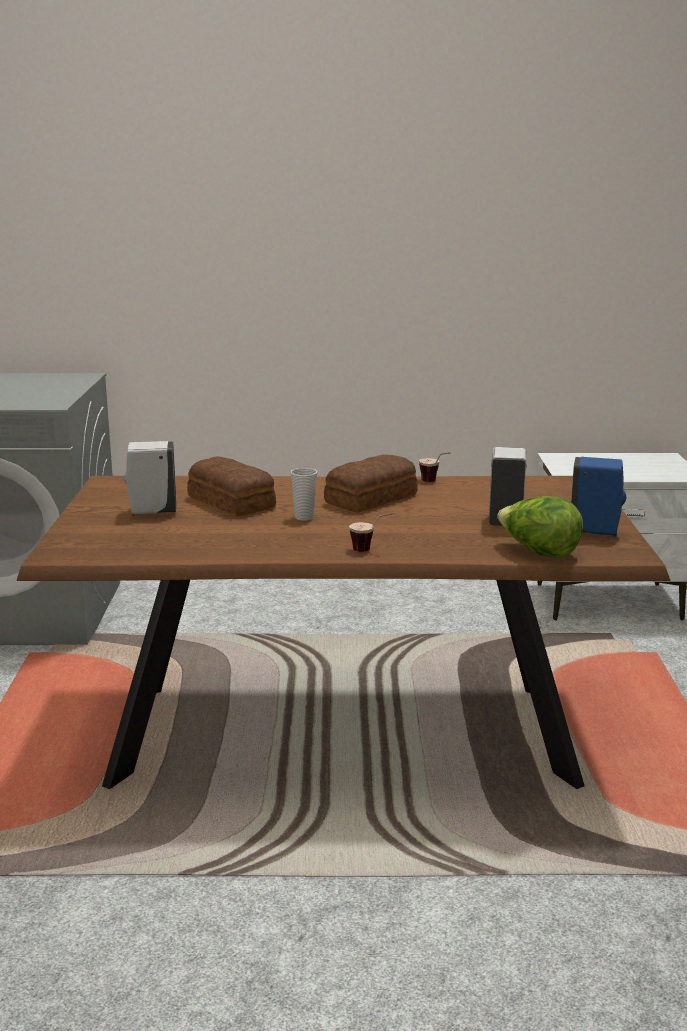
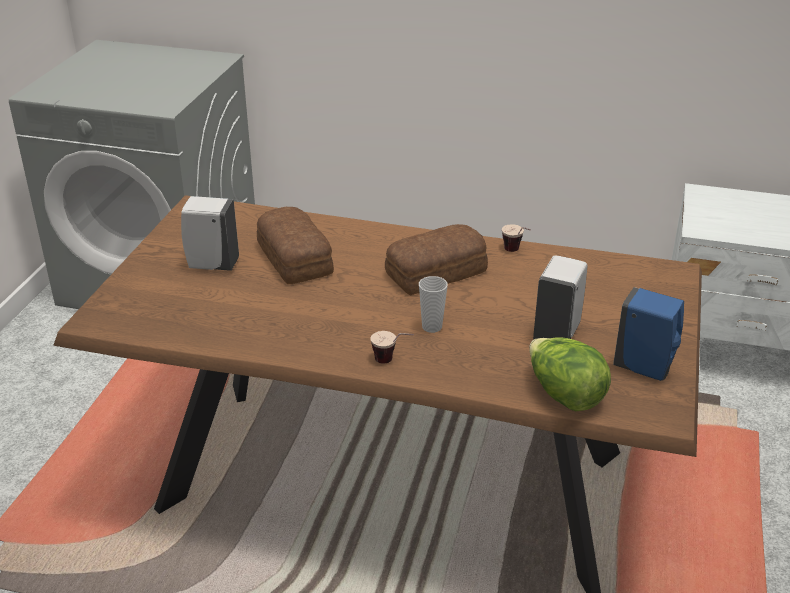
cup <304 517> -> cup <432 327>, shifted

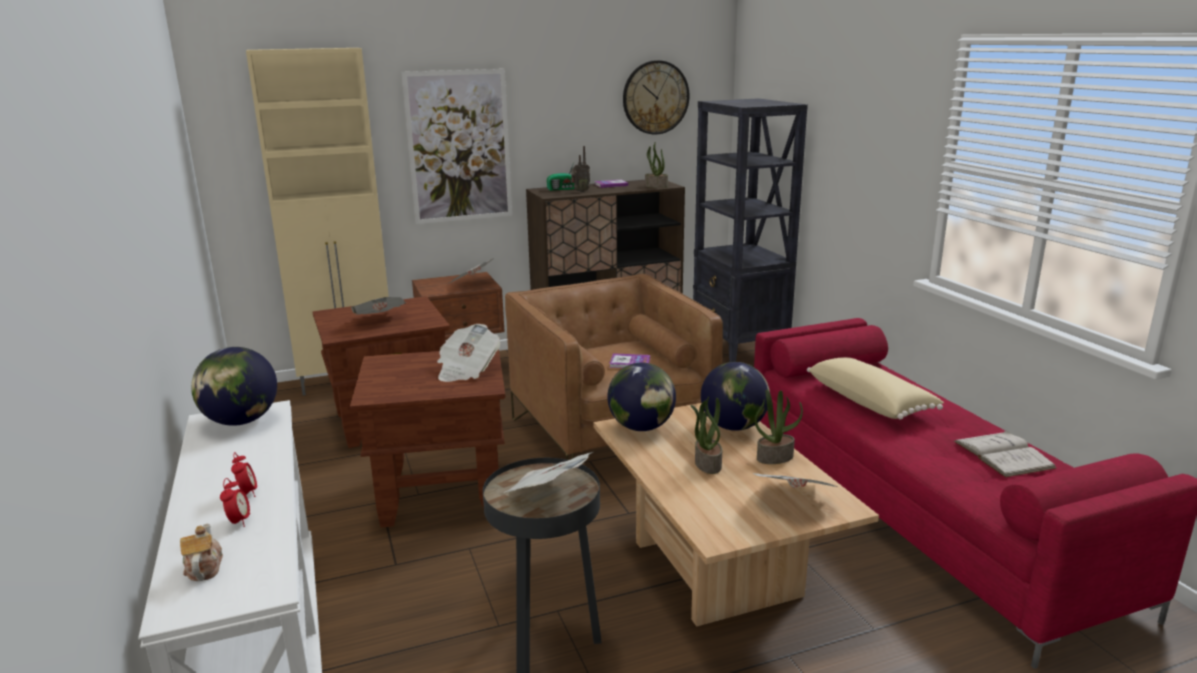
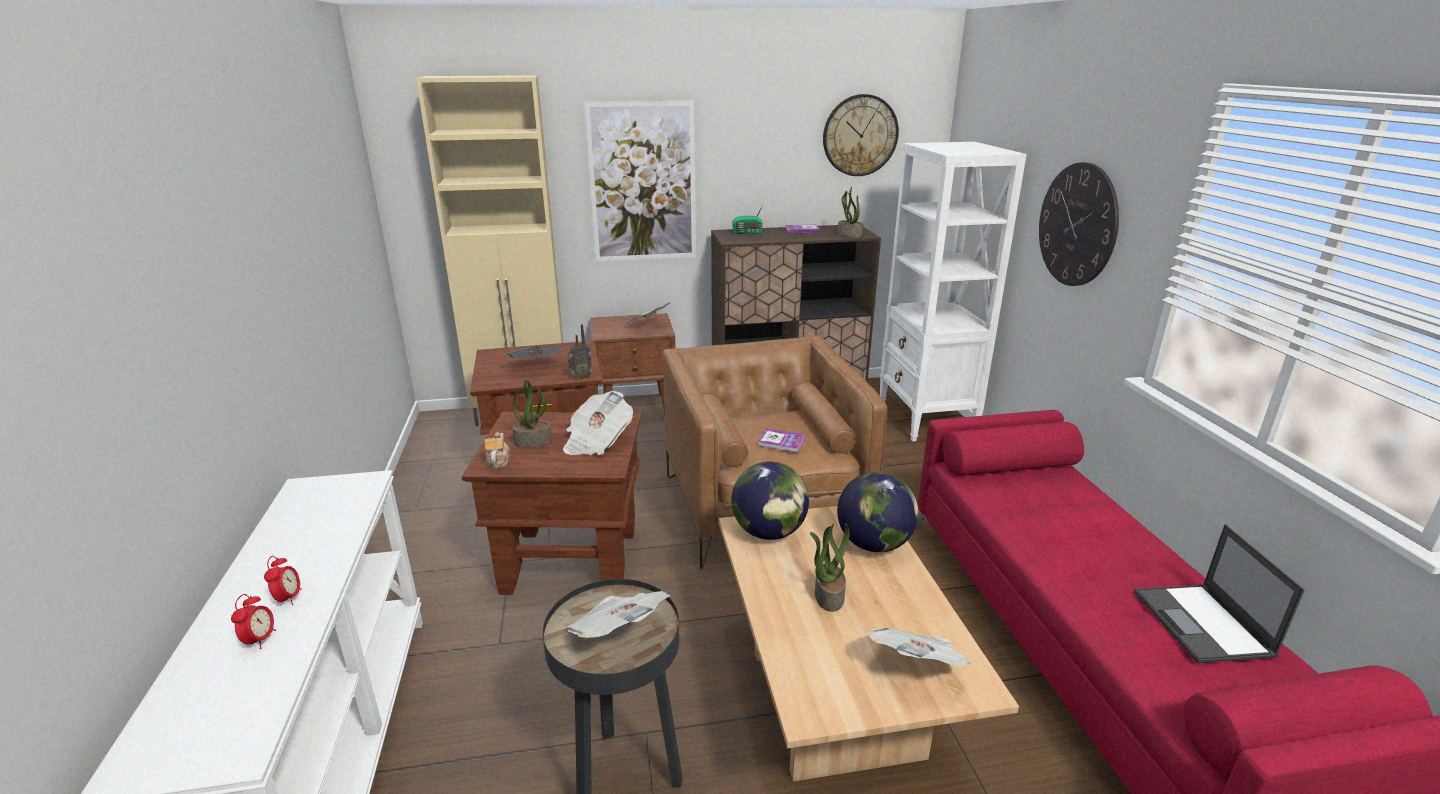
teapot <203 568> -> teapot <498 461>, shifted
globe <240 421> -> none
radio <580 191> -> radio <580 377>, shifted
black bookcase <739 353> -> white bookcase <926 419>
potted plant <775 457> -> potted plant <533 441>, shifted
beige pillow <870 402> -> none
white book <1003 454> -> laptop <1203 624>
none -> wall clock <1077 225>

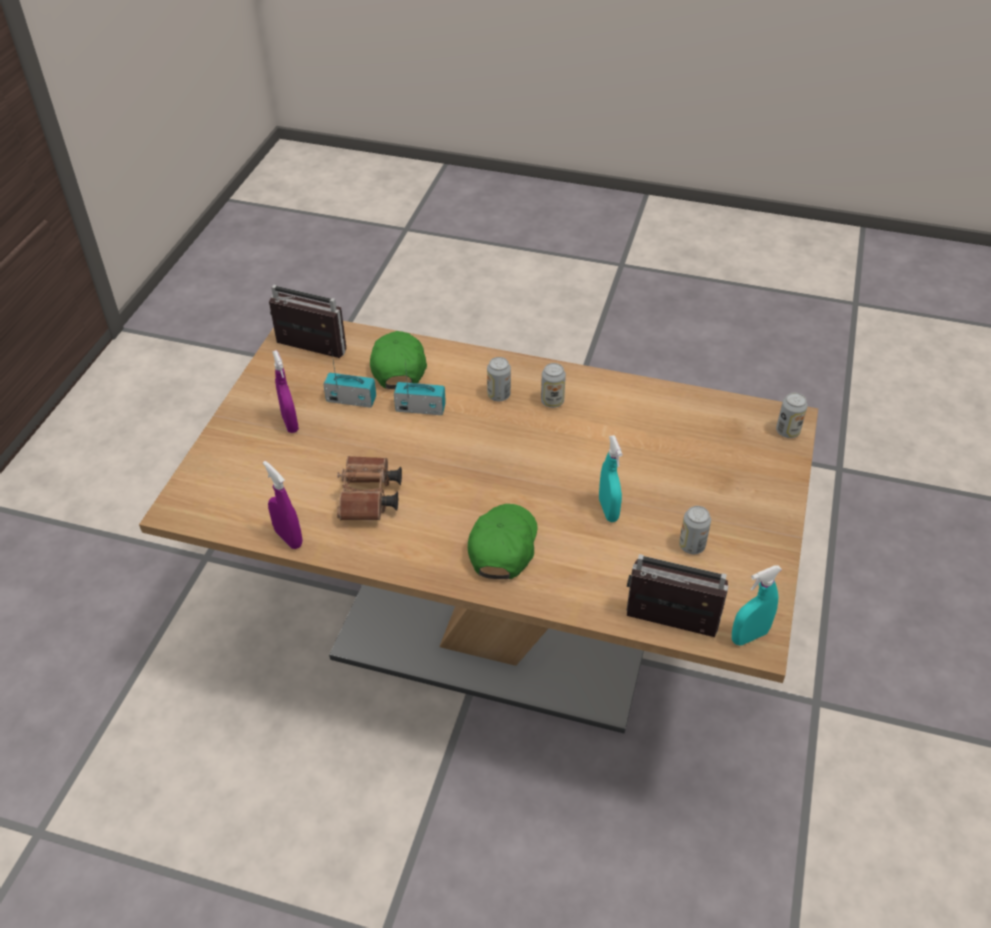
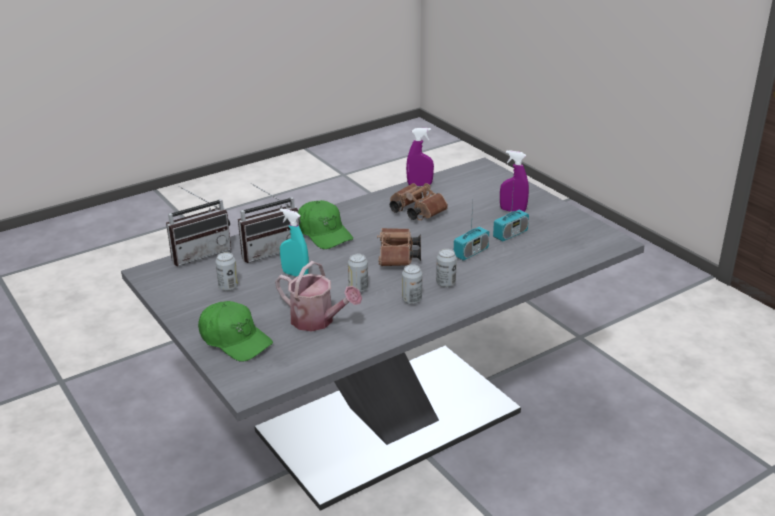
brown dining table <496 629> -> grey dining table <389 422>
radio <306 352> -> radio <269 250>, shifted
green cap <398 366> -> green cap <235 340>, shifted
turquoise spray bottle <749 636> -> none
can <787 431> -> can <358 288>, shifted
none -> watering can <317 321>
none -> brown binoculars <398 258>

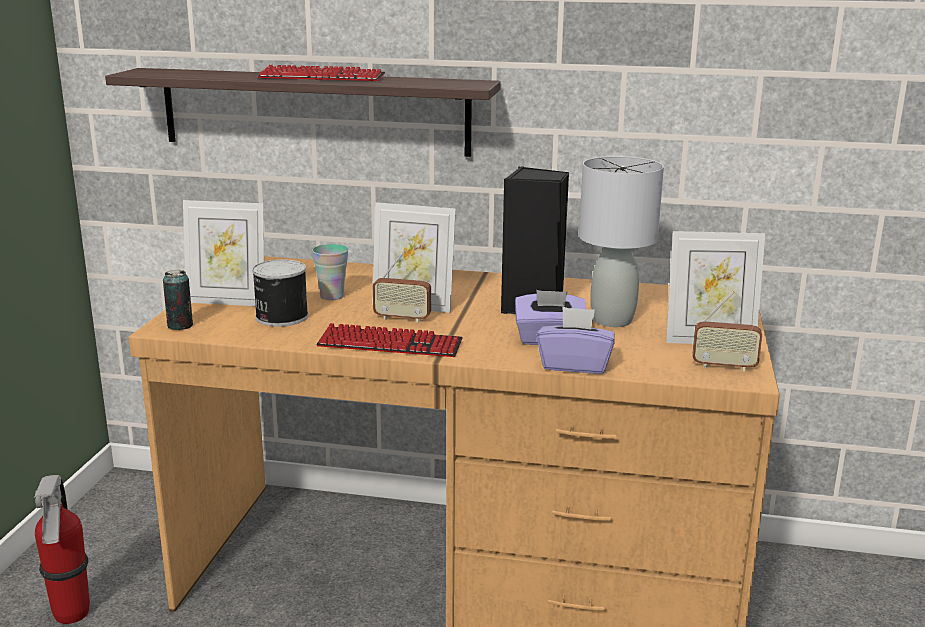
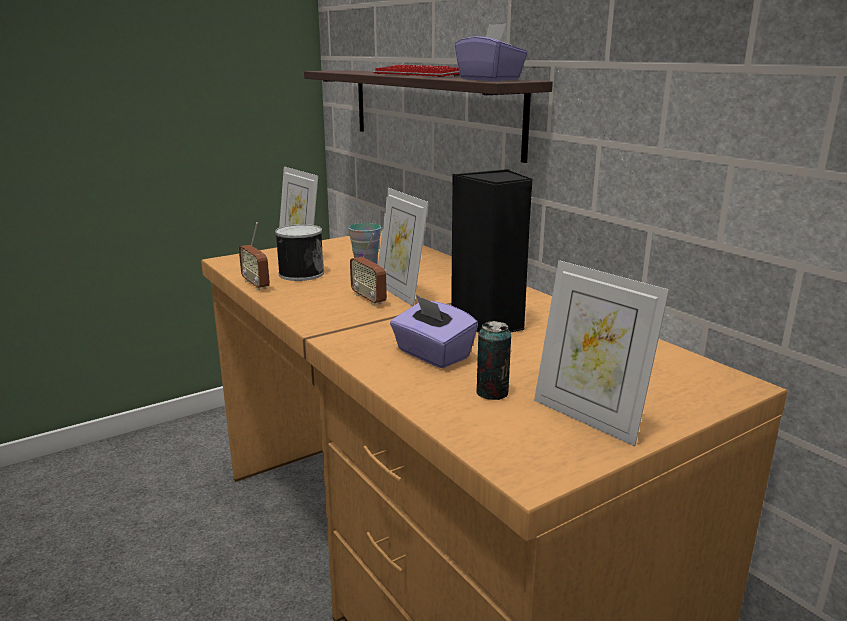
fire extinguisher <71 615> -> none
can <180 326> -> can <492 393>, shifted
keyboard <390 344> -> none
purple tissue box <574 365> -> purple tissue box <490 80>, shifted
grey table lamp <611 320> -> none
radio <724 366> -> radio <256 284>, shifted

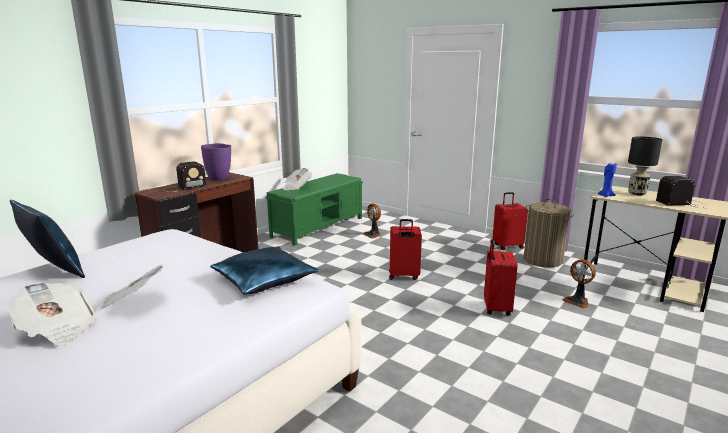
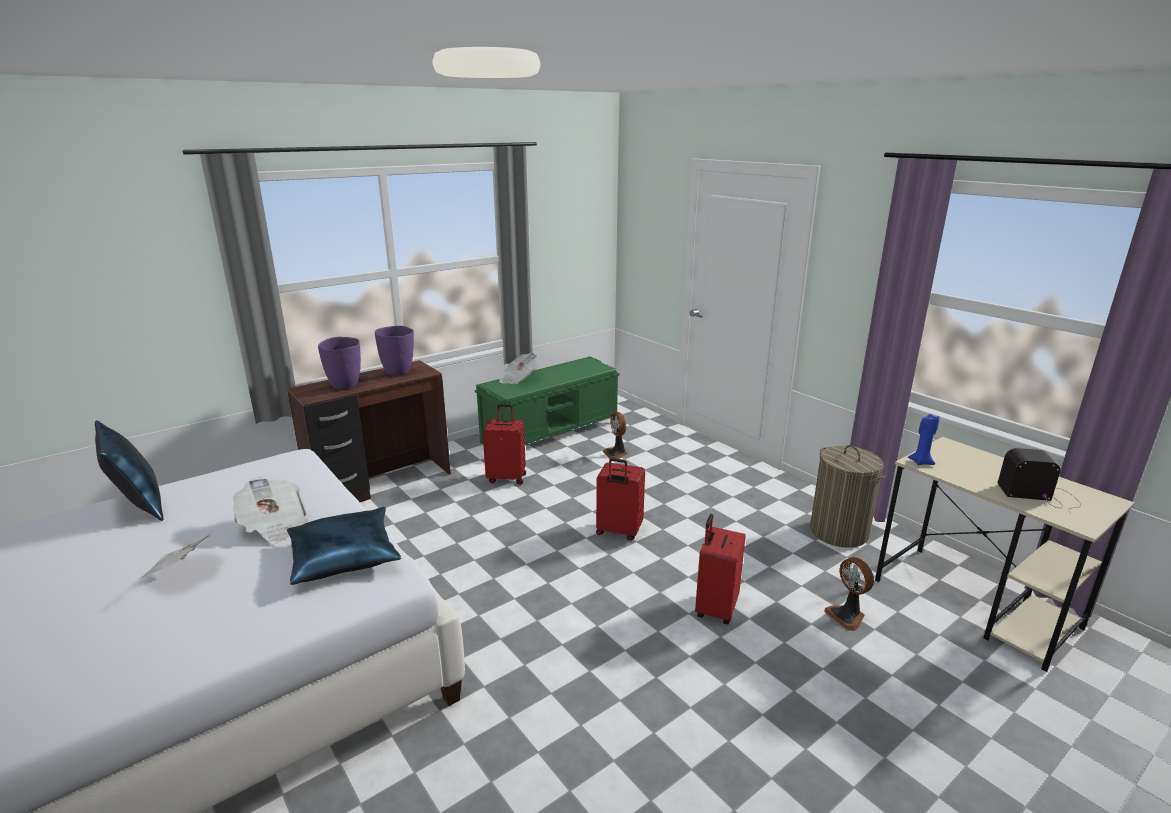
newspaper <57 329> -> newspaper <274 525>, shifted
radio <183 187> -> purple vase <345 386>
red suitcase <507 246> -> red suitcase <507 478>, shifted
black table lamp <637 193> -> none

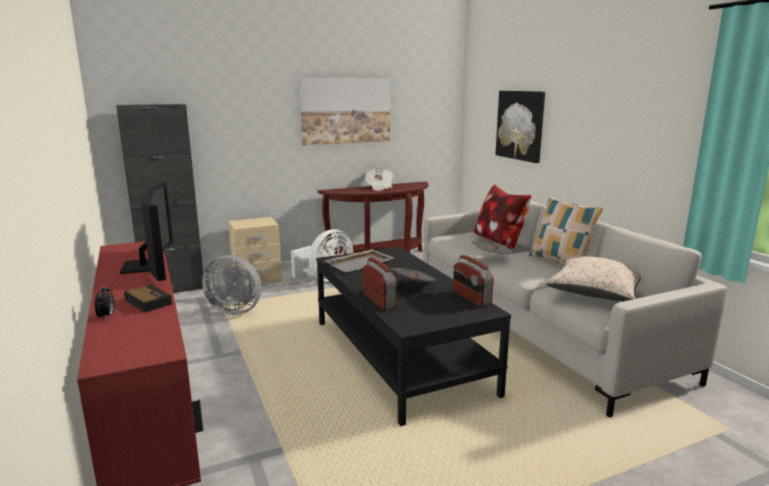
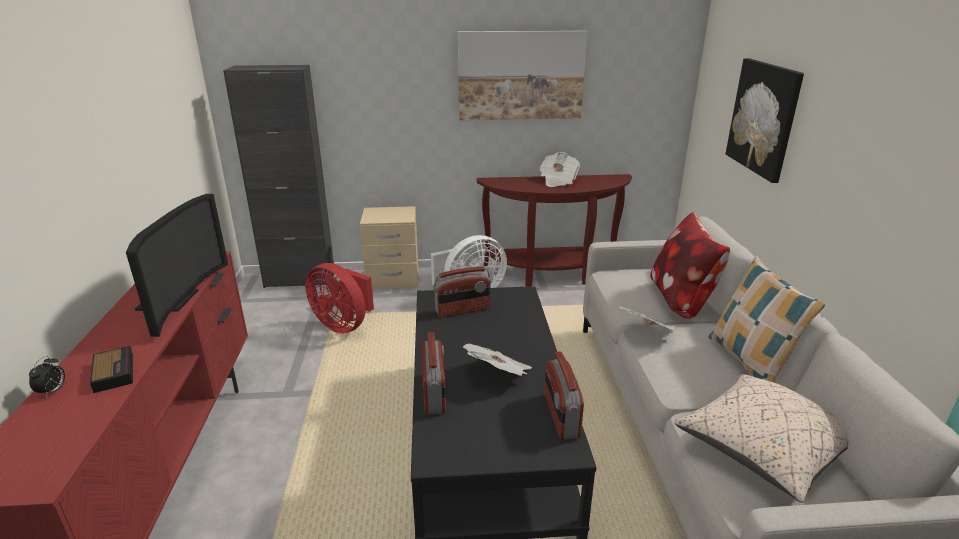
grey fan <236 310> -> red fan <344 325>
grey tray <360 263> -> radio <462 310>

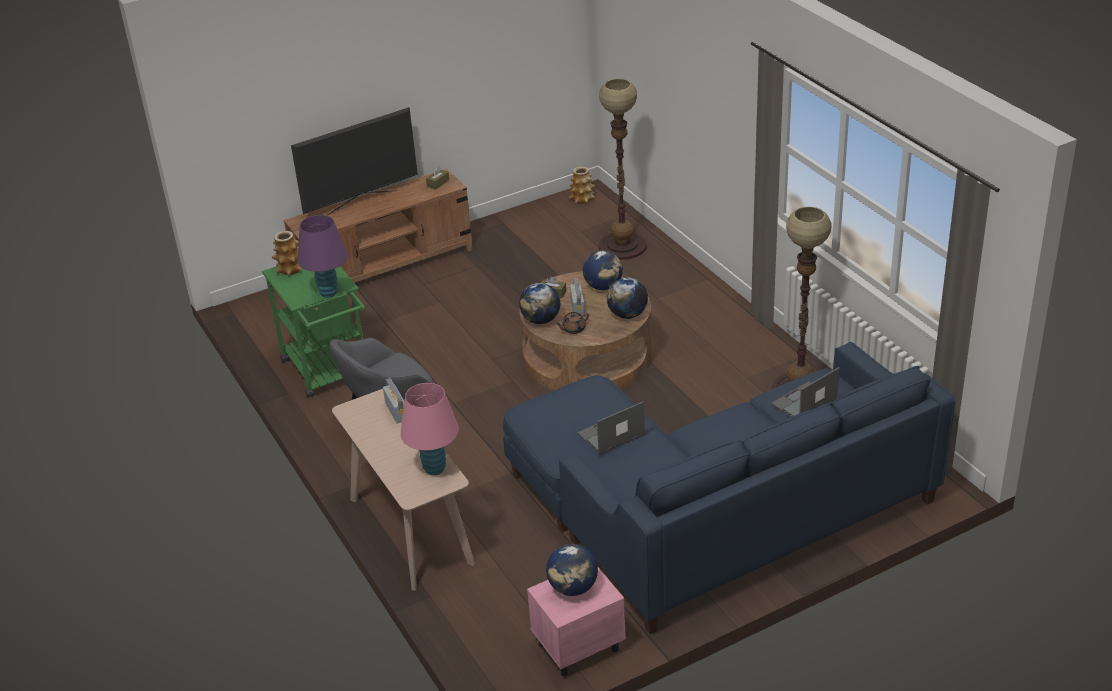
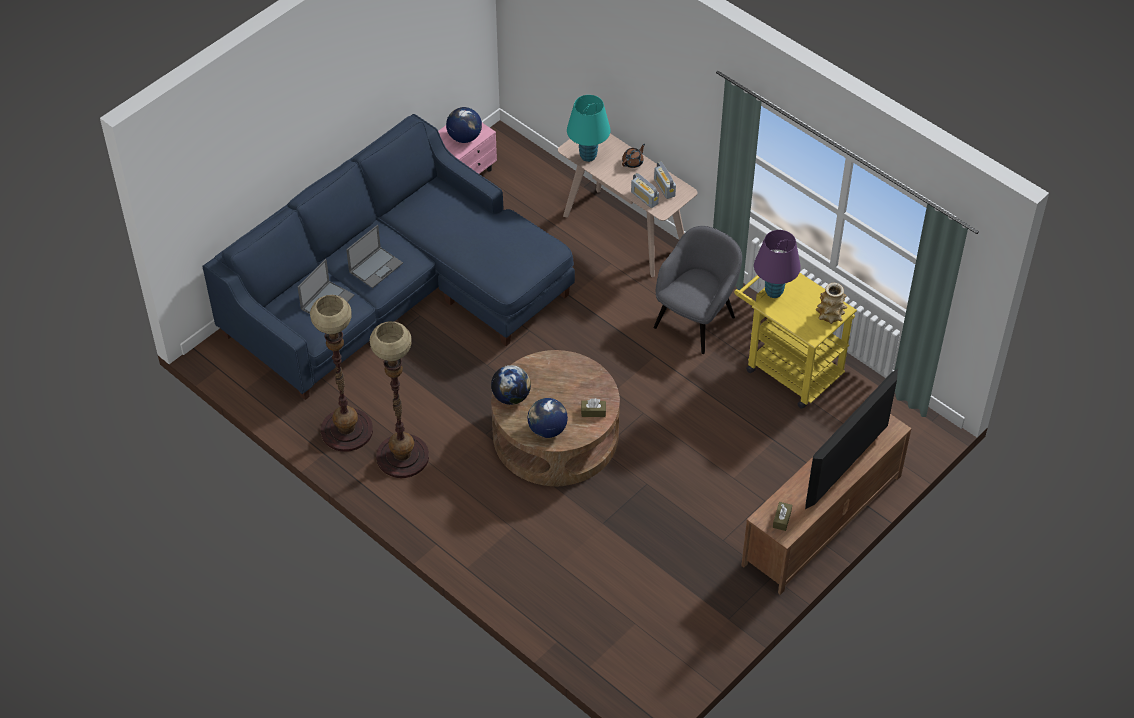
green cart <329 372> -> yellow cart <787 367>
pink table lamp <434 469> -> turquoise table lamp <588 156>
globe <541 320> -> none
brown teapot <573 329> -> brown teapot <633 162>, shifted
vase <582 199> -> none
radio <577 308> -> radio <664 187>, shifted
laptop <610 435> -> laptop <376 267>, shifted
floor lamp <623 246> -> floor lamp <402 456>, shifted

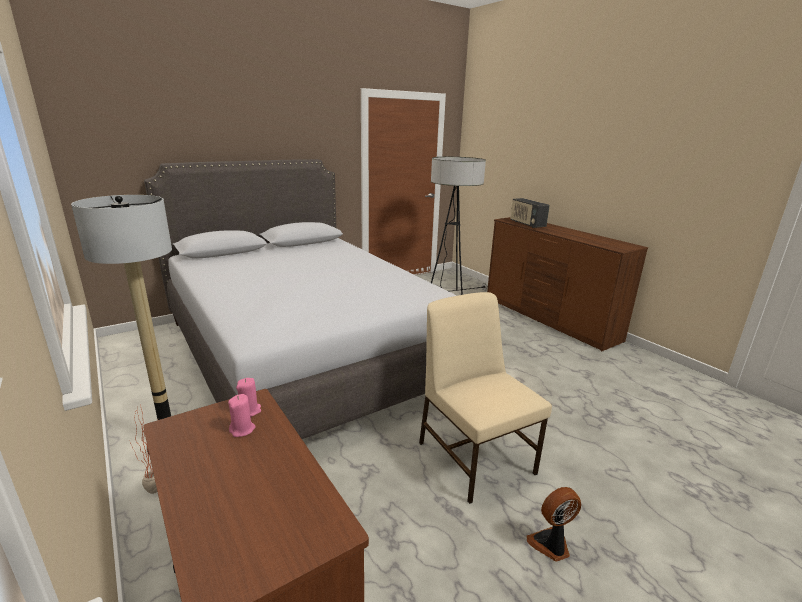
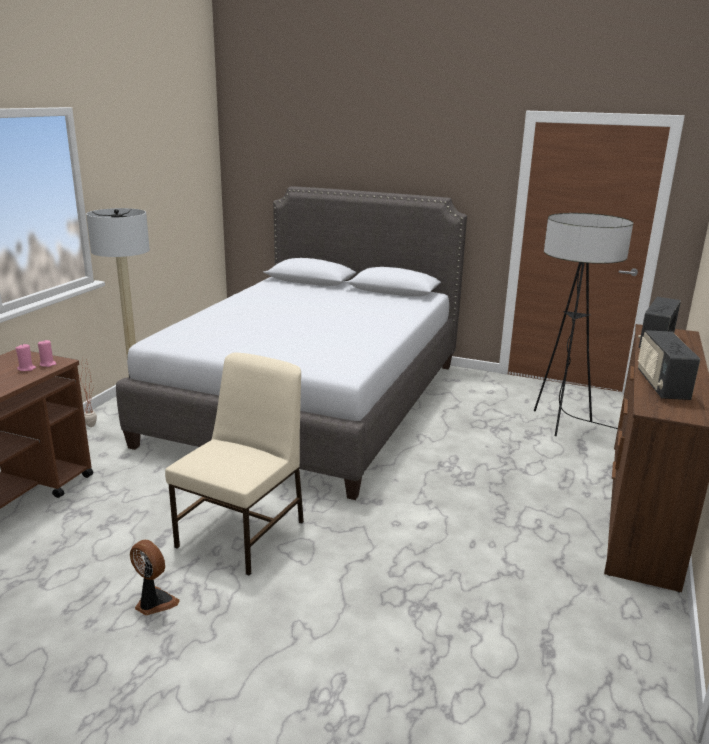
none -> radio <661 386>

